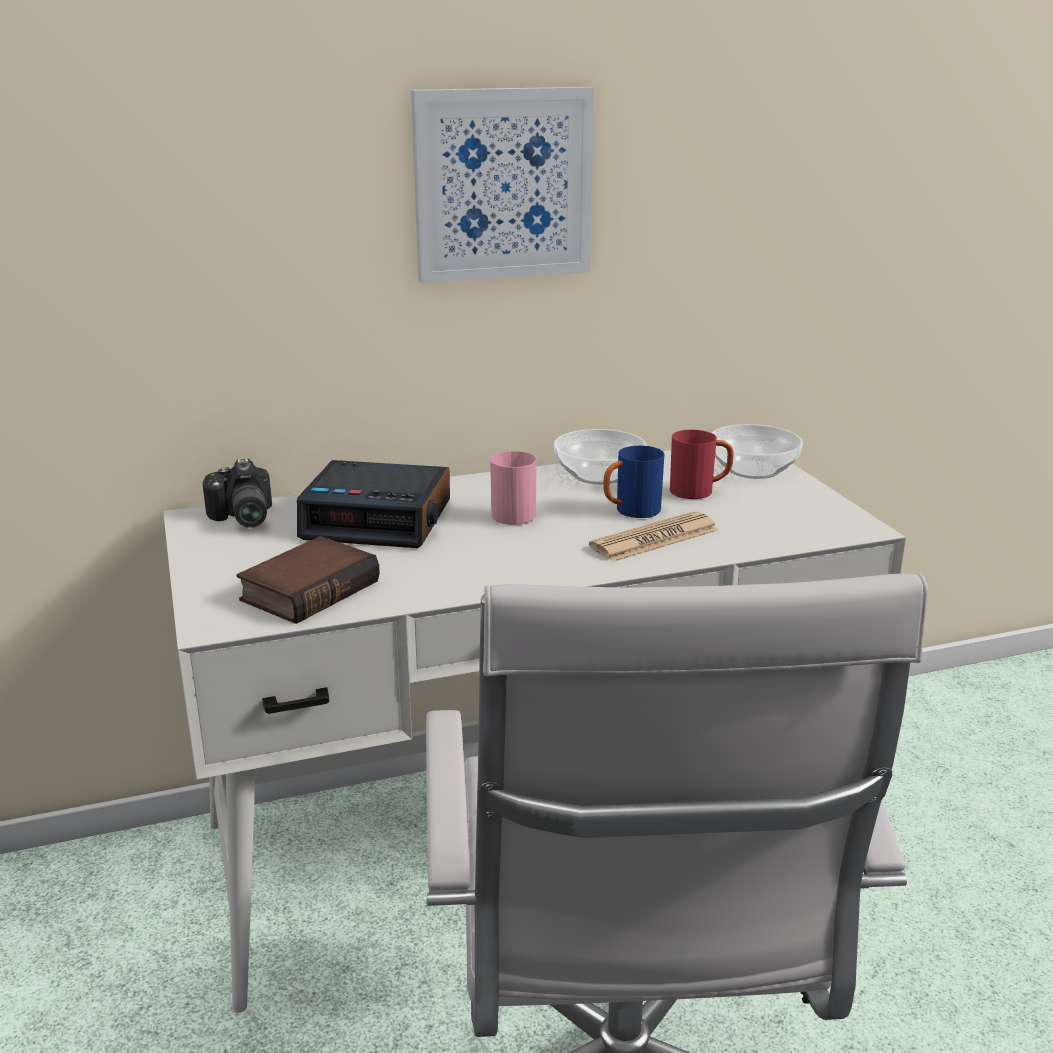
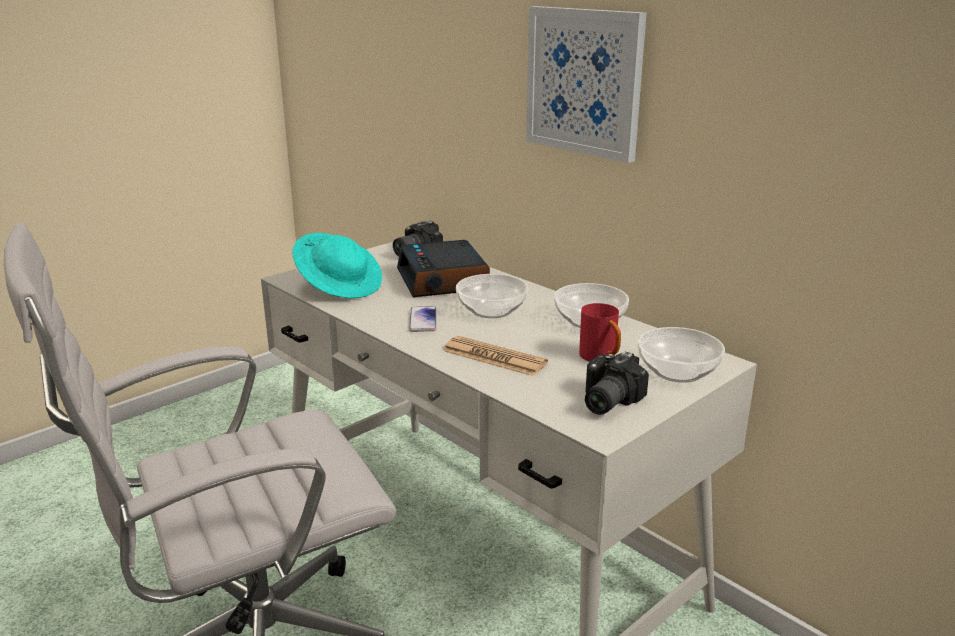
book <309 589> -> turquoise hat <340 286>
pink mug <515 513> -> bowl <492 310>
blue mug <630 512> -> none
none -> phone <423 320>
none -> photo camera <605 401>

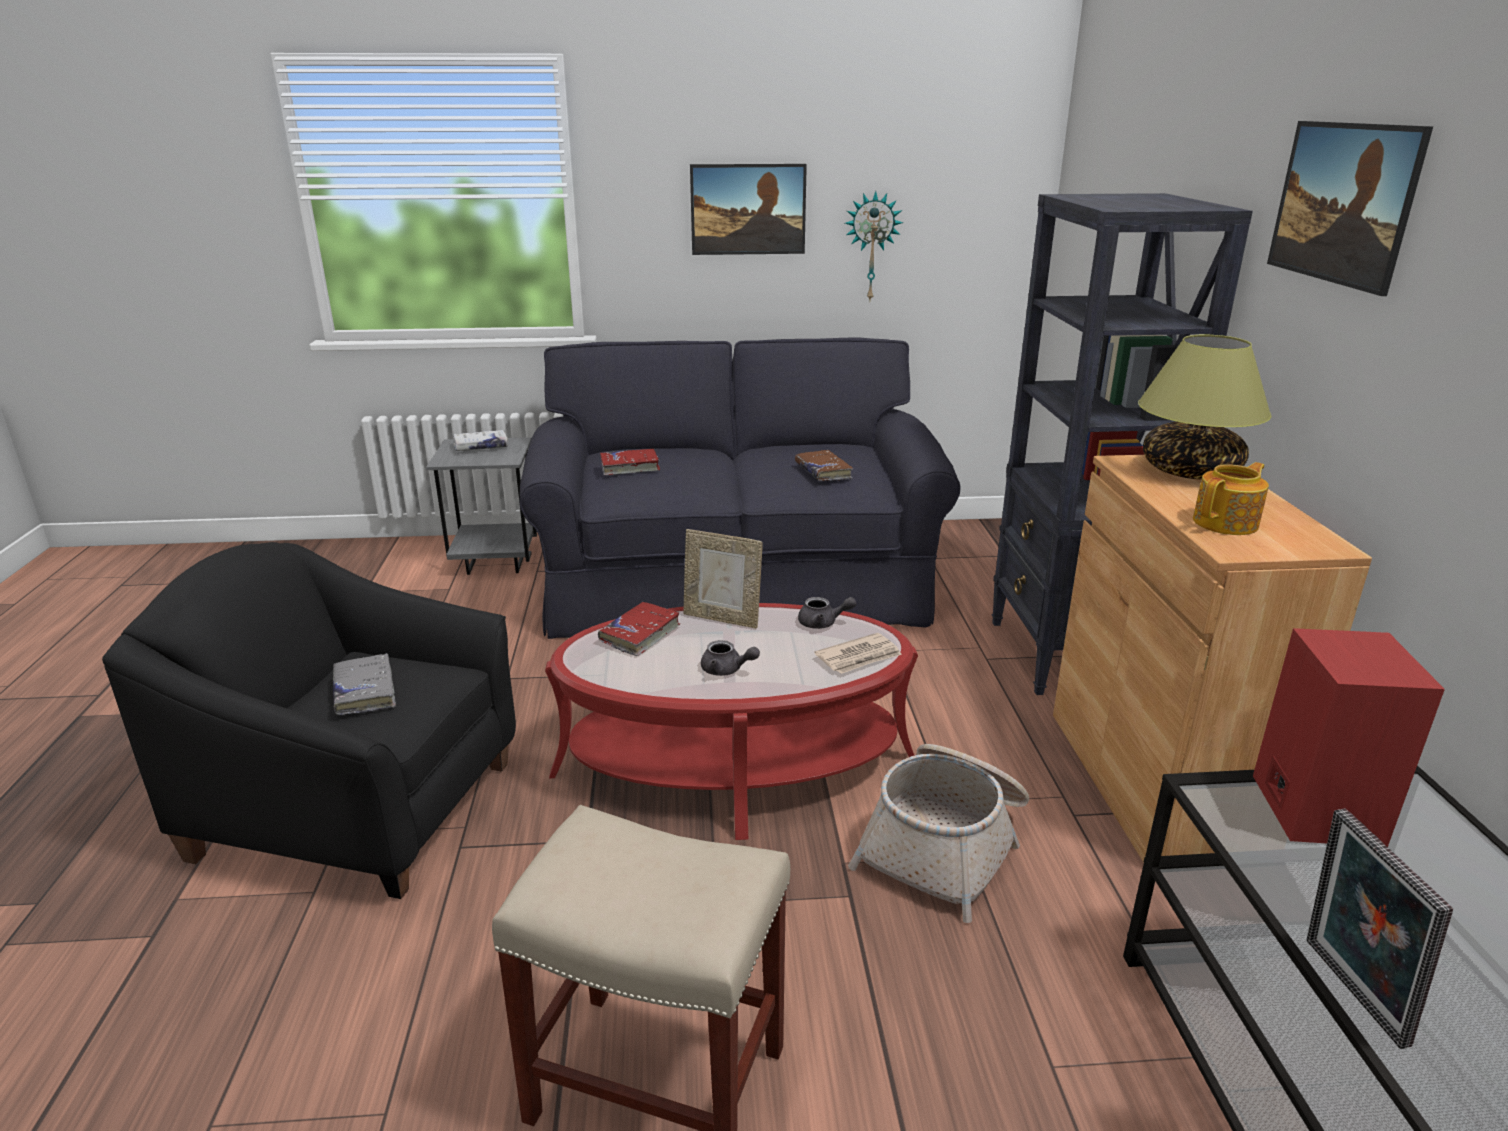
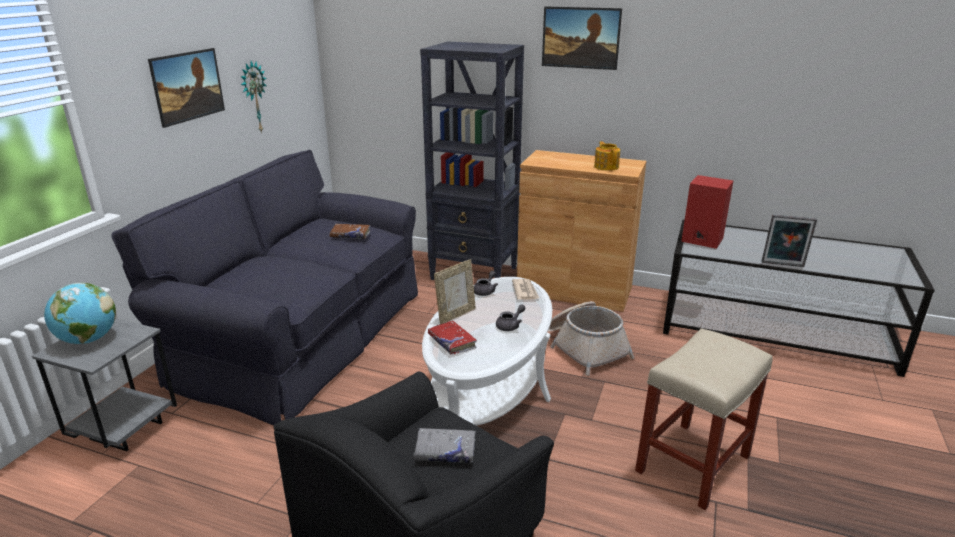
white book <481 447> -> globe <88 340>
red coffee table <734 765> -> white coffee table <489 387>
red book <630 467> -> none
table lamp <1190 471> -> none

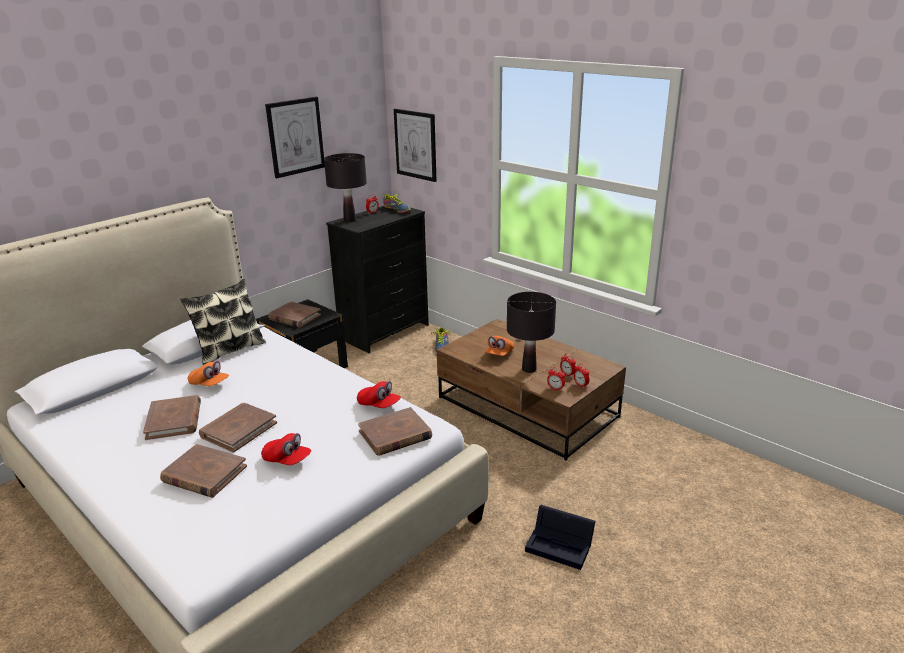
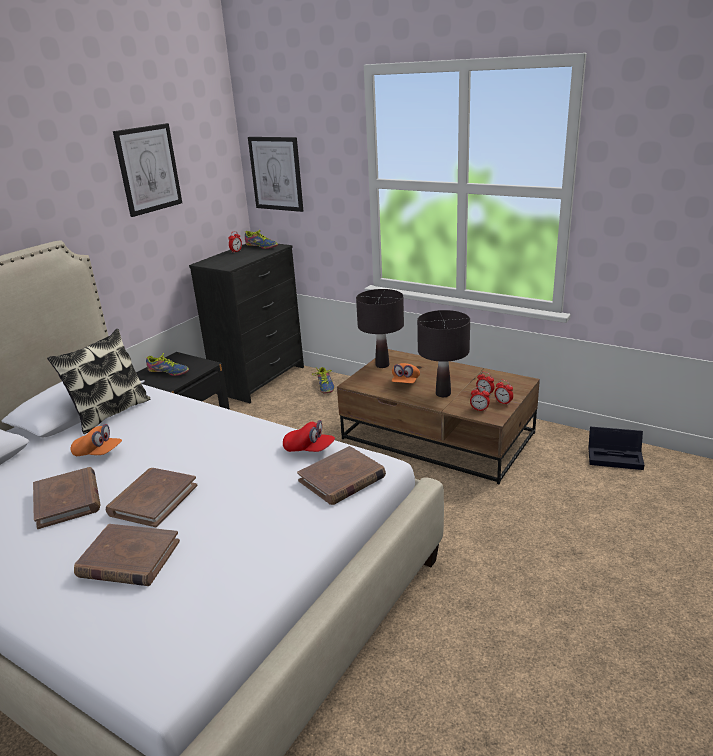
red cap <287 460> -> none
brown book <294 317> -> shoe <168 371>
black table lamp <349 220> -> black table lamp <382 365>, shifted
black storage box <561 545> -> black storage box <616 456>, shifted

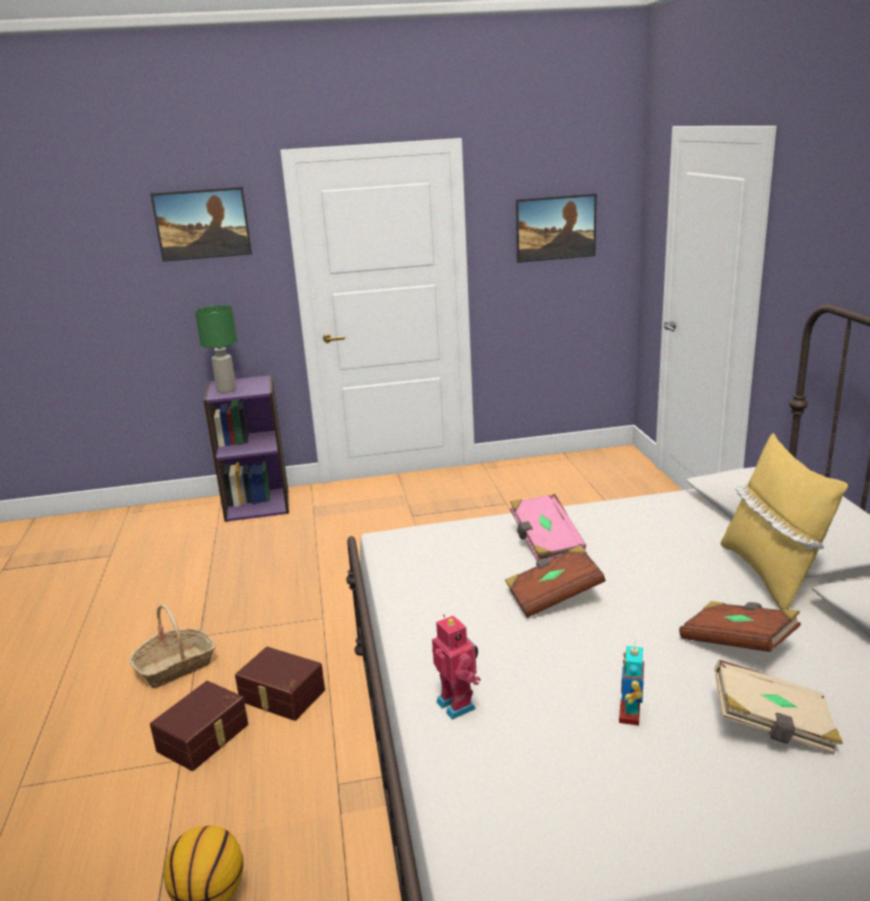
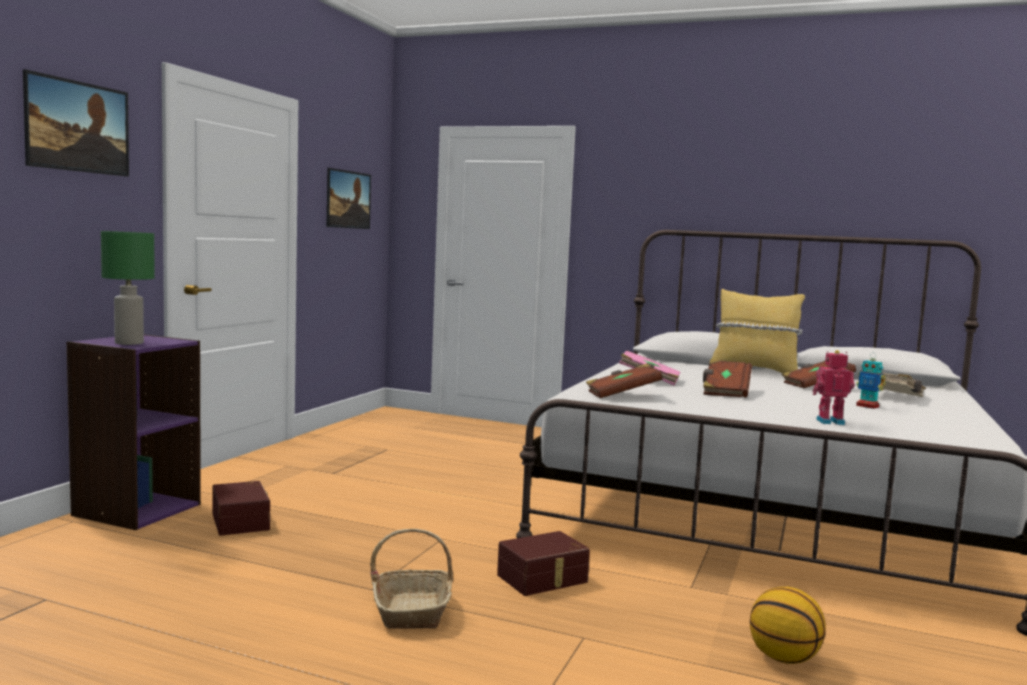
brown storage box <204 738> -> brown storage box <242 521>, shifted
none -> brown book <622 395>

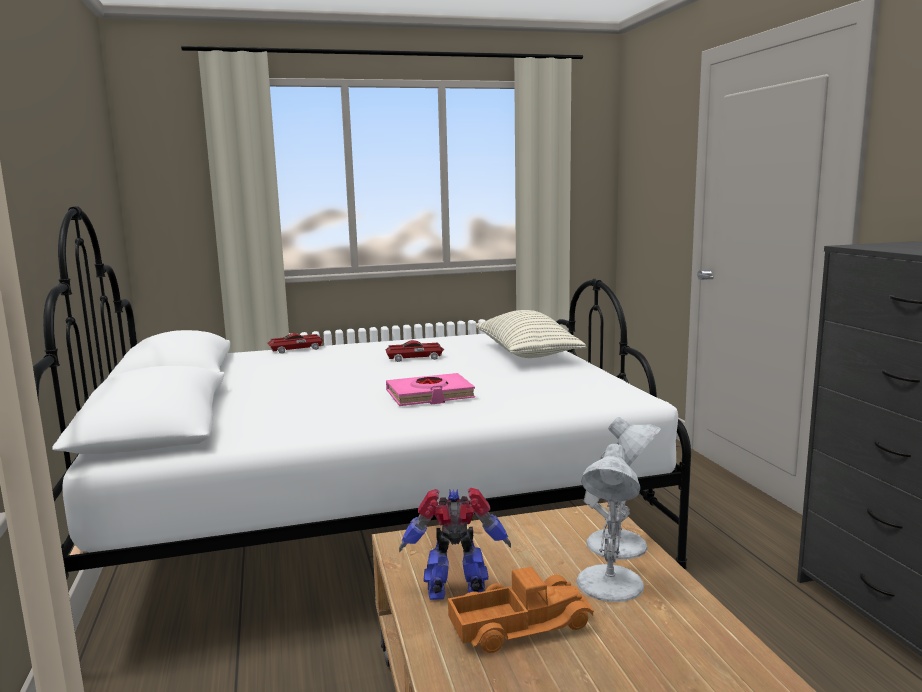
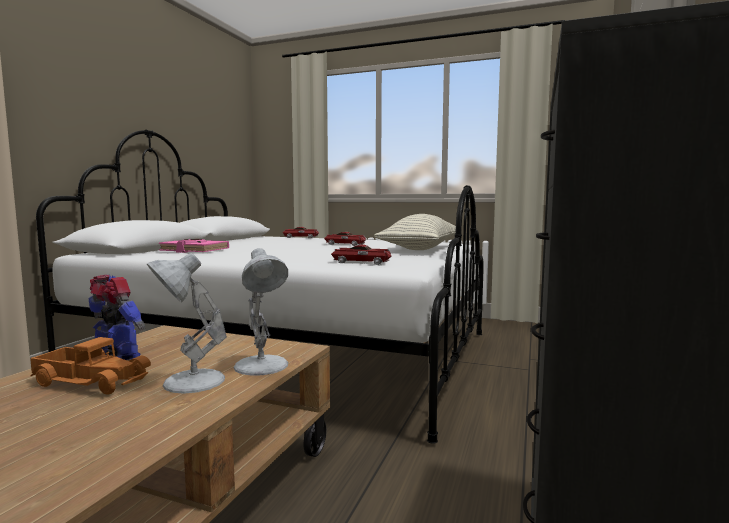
pink book <430 396> -> pink book <194 250>, shifted
none -> toy car <362 262>

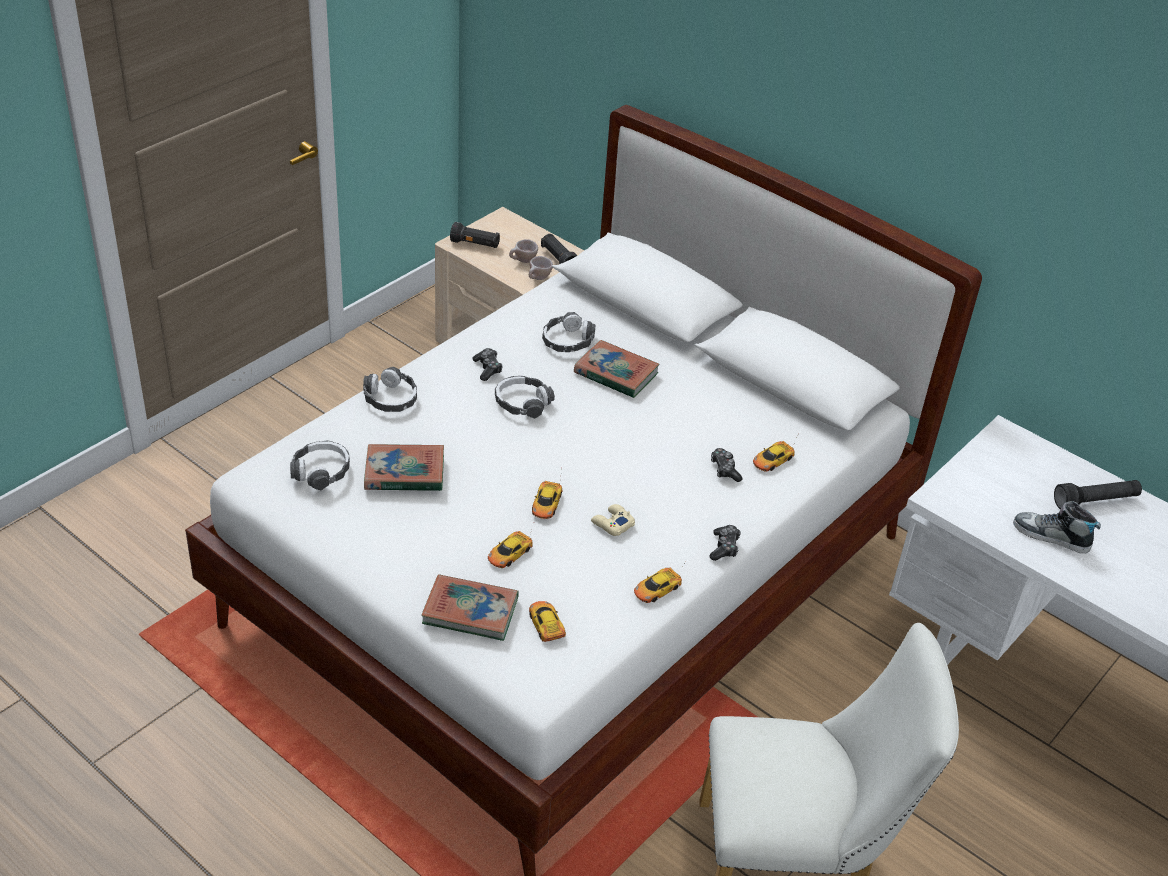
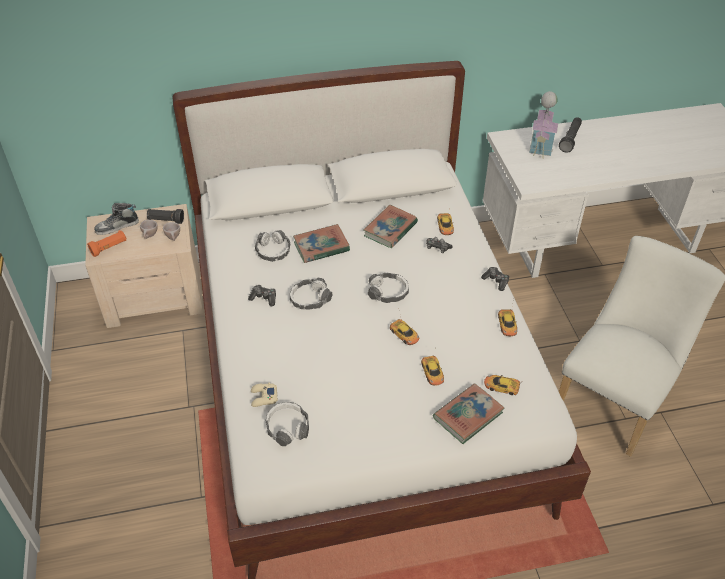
headphones <390 398> -> headphones <388 292>, shifted
book <404 473> -> book <390 229>, shifted
black flashlight <475 244> -> orange flashlight <109 248>
beige game controller <612 524> -> beige game controller <263 397>, shifted
shoe <1051 536> -> shoe <117 226>, shifted
none -> toy house <541 144>

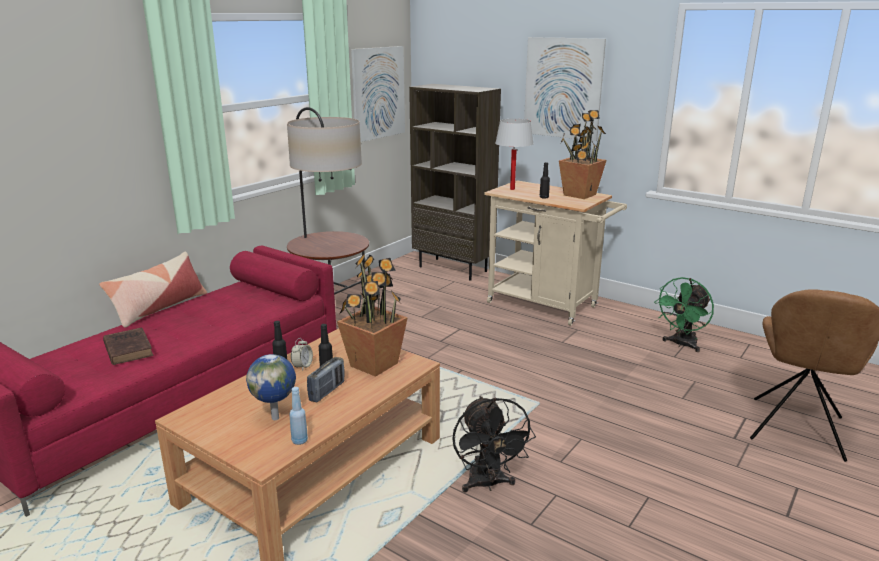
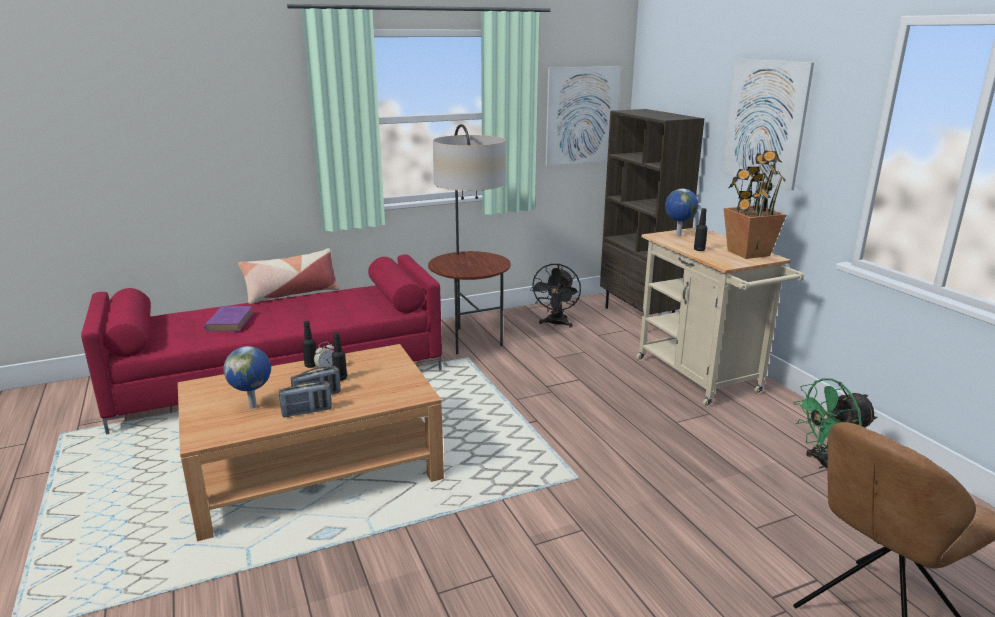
brown book <128 349> -> purple book <230 321>
blue bottle <299 440> -> none
potted plant <374 364> -> none
black fan <487 484> -> black fan <556 324>, shifted
white table lamp <512 189> -> globe <677 235>
none -> radio <307 411>

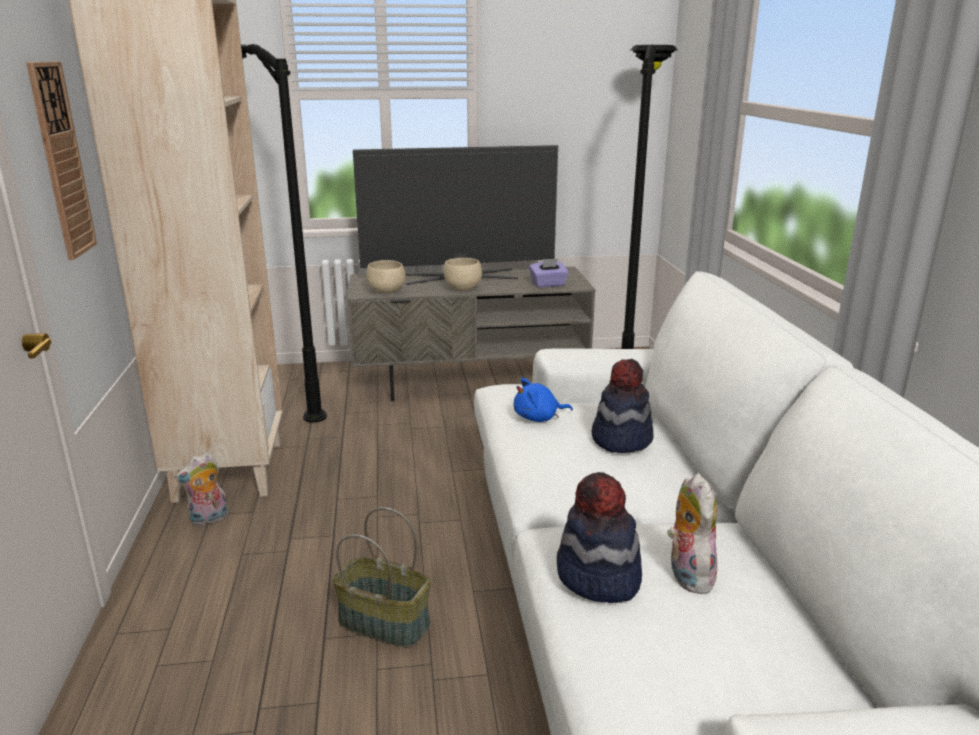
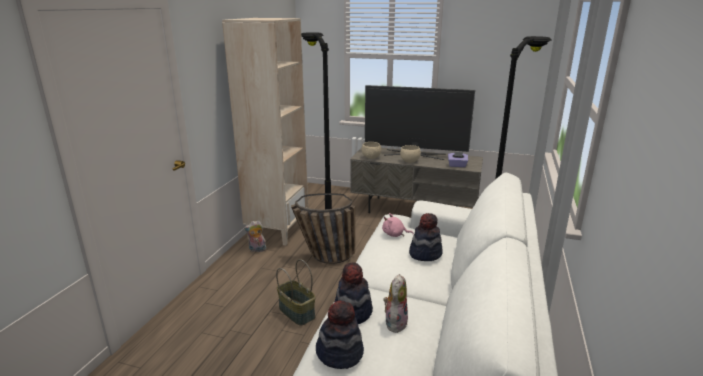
wall clock <61 161> -> none
blue plush toy <538 418> -> pink plush toy <395 234>
none -> basket <323 257>
none -> hat <339 353>

